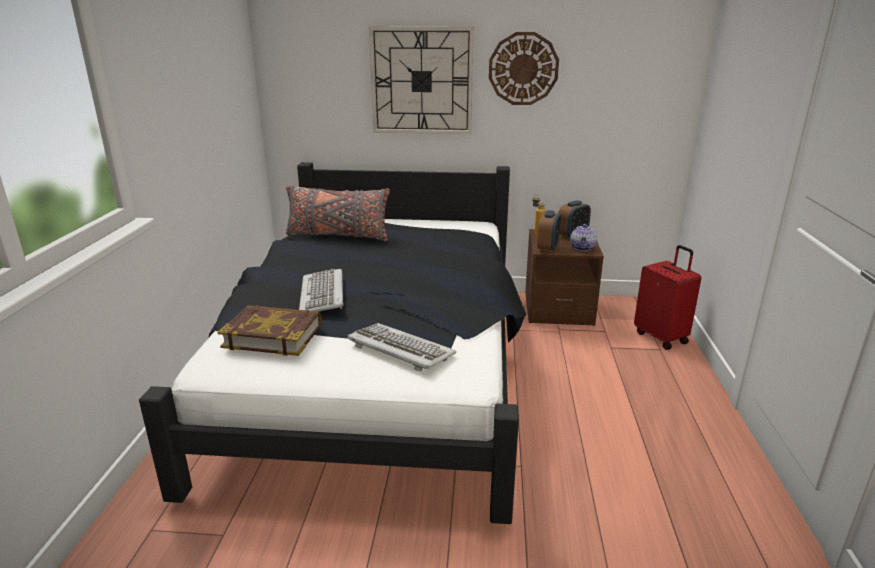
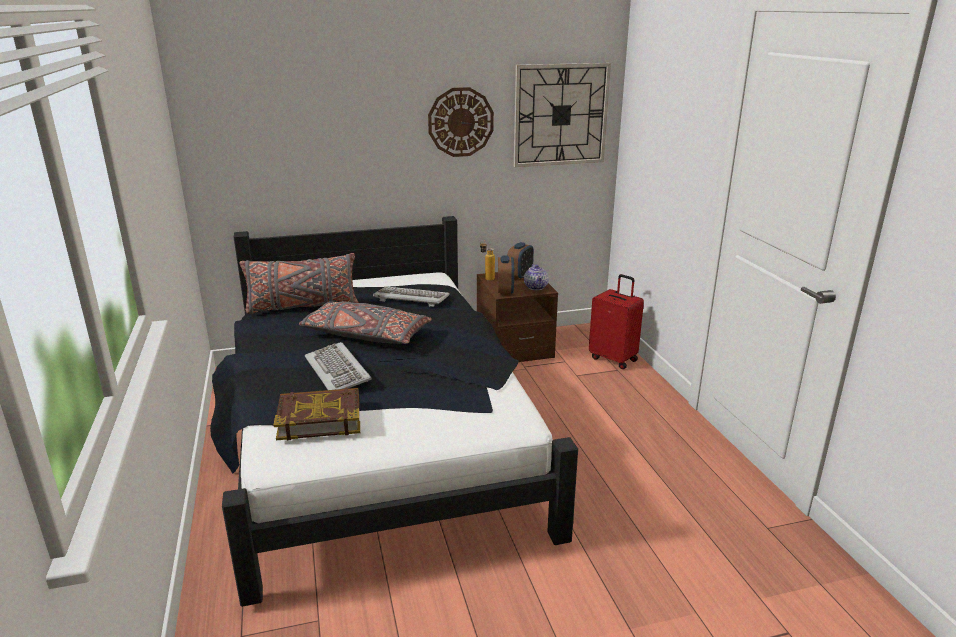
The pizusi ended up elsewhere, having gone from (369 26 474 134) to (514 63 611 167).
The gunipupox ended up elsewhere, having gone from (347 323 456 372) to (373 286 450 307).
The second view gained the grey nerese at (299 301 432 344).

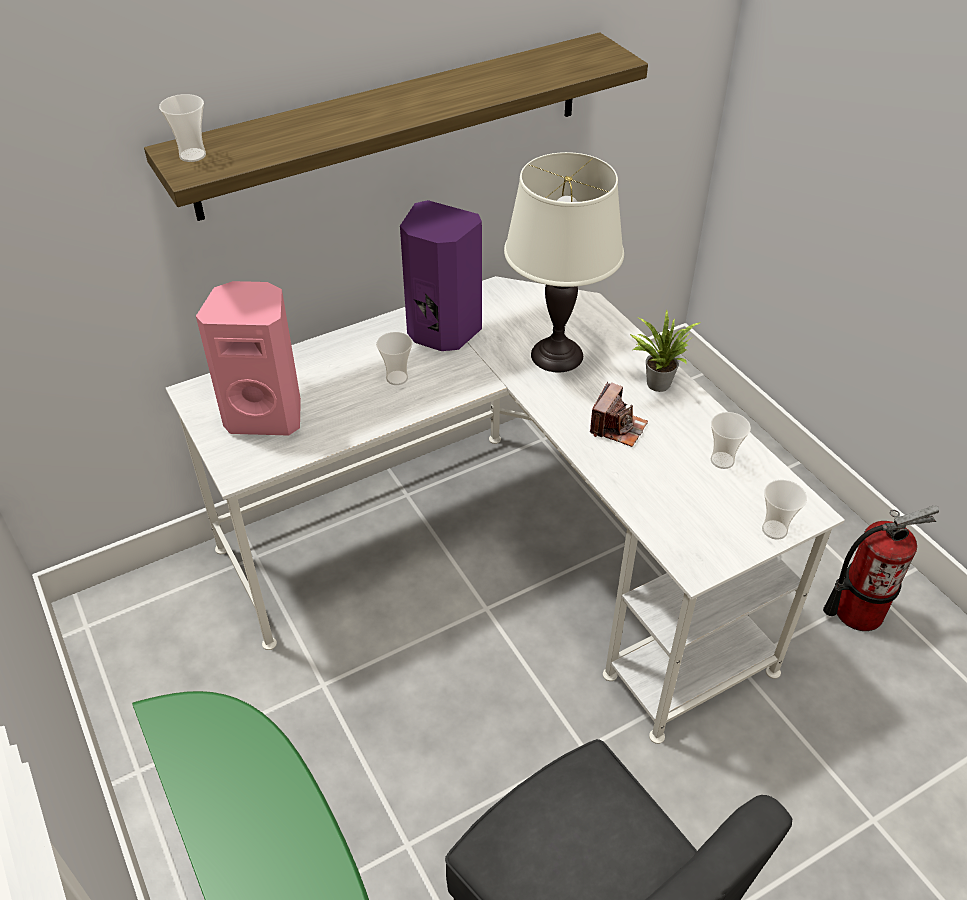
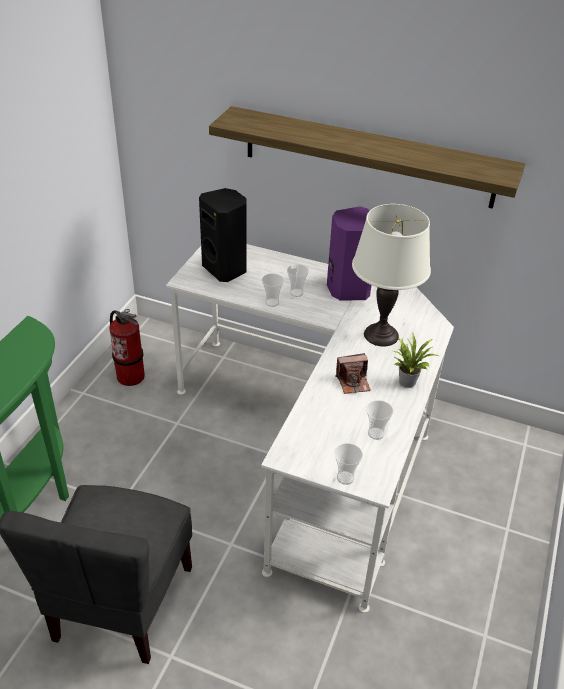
The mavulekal ended up elsewhere, having gone from (159 94 206 162) to (262 273 284 307).
What was the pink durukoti at (196 281 301 436) turned into the black durukoti at (199 188 247 282).
The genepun ended up elsewhere, having gone from (823 505 939 631) to (109 309 145 386).

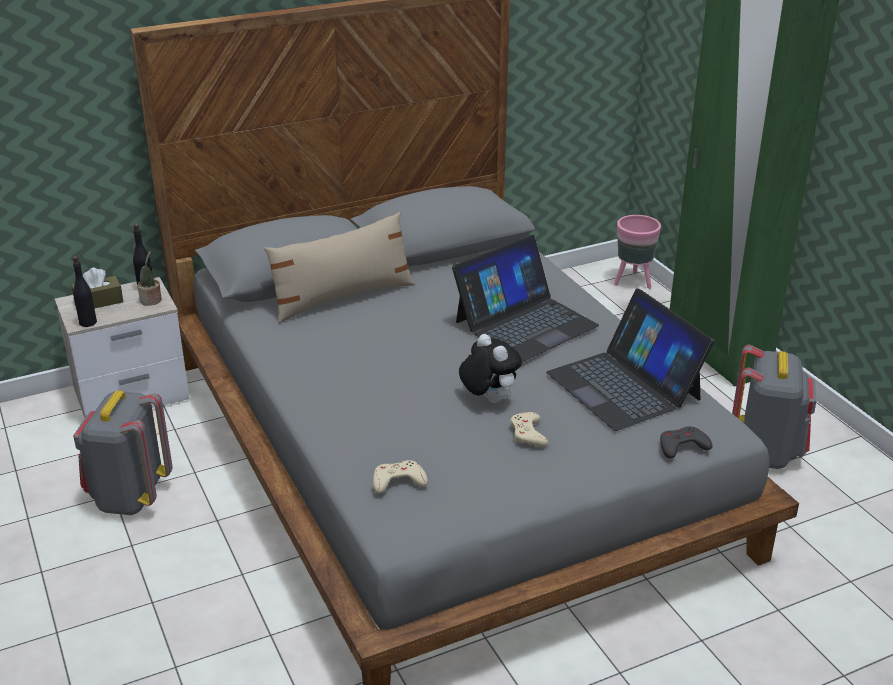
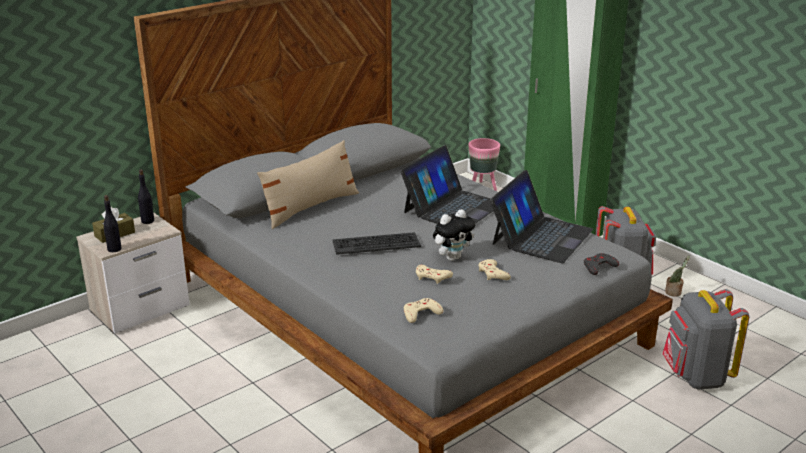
The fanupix ended up elsewhere, having gone from (137 251 162 306) to (665 256 690 297).
The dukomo at (546 289 714 431) ended up facing another way, 105 degrees counterclockwise from before.
The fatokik at (459 334 522 403) ended up facing another way, 105 degrees clockwise from before.
The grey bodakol ended up elsewhere, having gone from (73 390 173 515) to (662 289 749 390).
The second view gained the gunipupox at (332 232 421 255).
The second view gained the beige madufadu at (416 265 453 284).

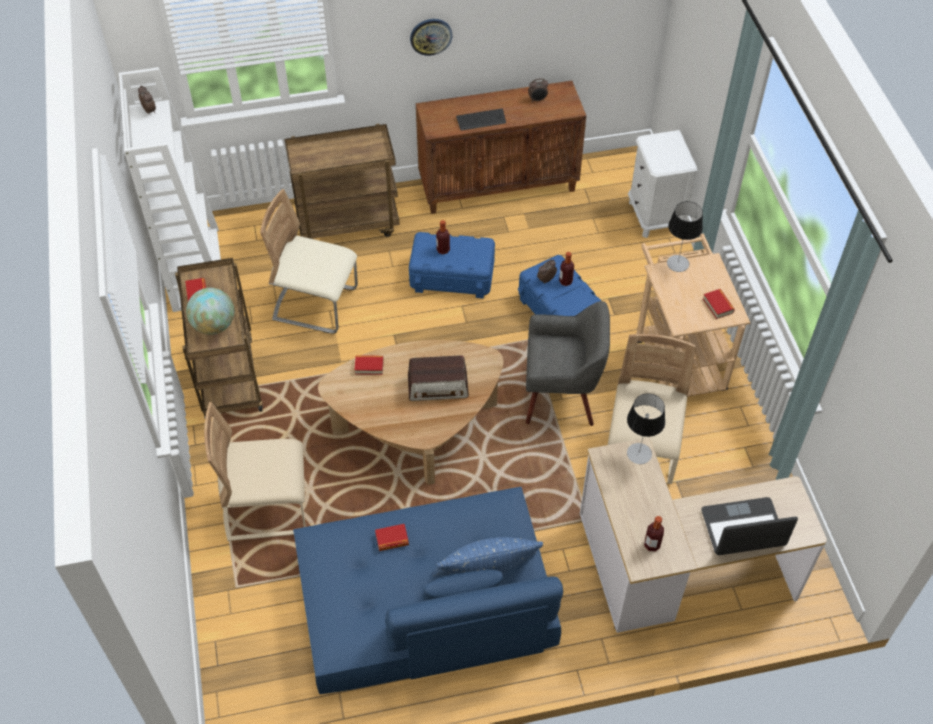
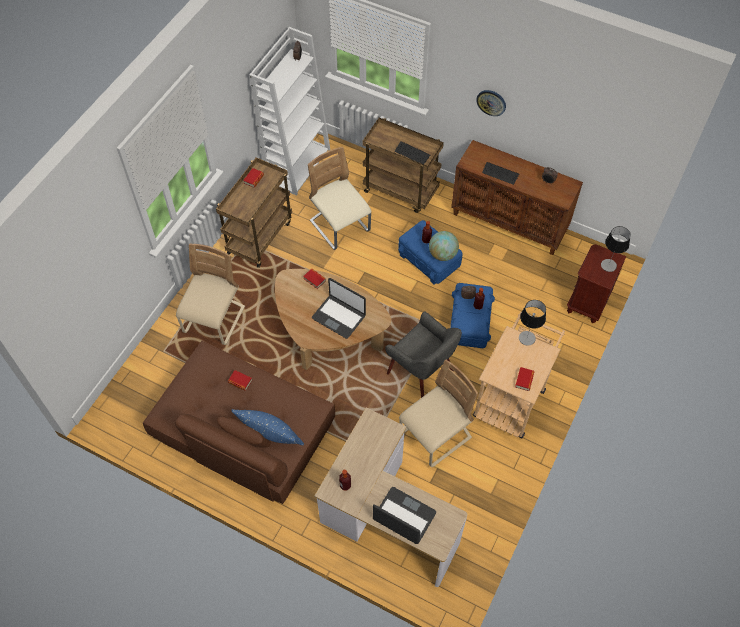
What was the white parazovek at (628 130 698 238) turned into the brown parazovek at (567 244 626 323).
The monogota ended up elsewhere, having gone from (186 288 234 335) to (429 231 459 261).
Where the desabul stood at (408 355 469 401), the dukomo came to stand at (312 278 366 339).
The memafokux ended up elsewhere, having gone from (627 394 665 464) to (601 226 631 272).
The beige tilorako at (204 402 306 541) ended up facing another way, 75 degrees clockwise from before.
What was the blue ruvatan at (293 487 563 694) turned into the brown ruvatan at (143 341 335 504).
The second view gained the gunipupox at (395 141 430 164).

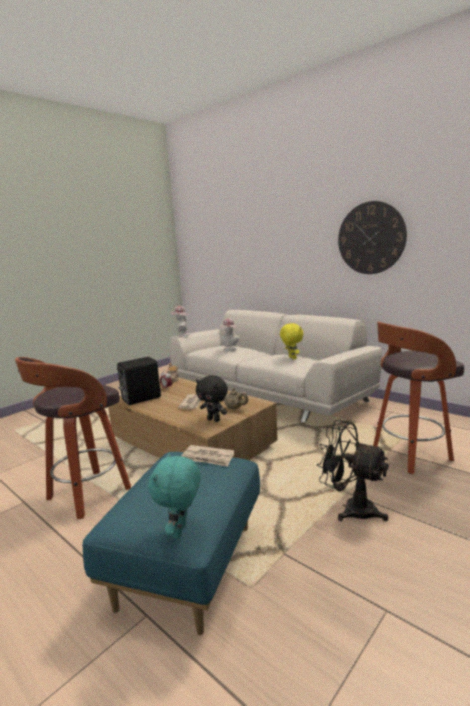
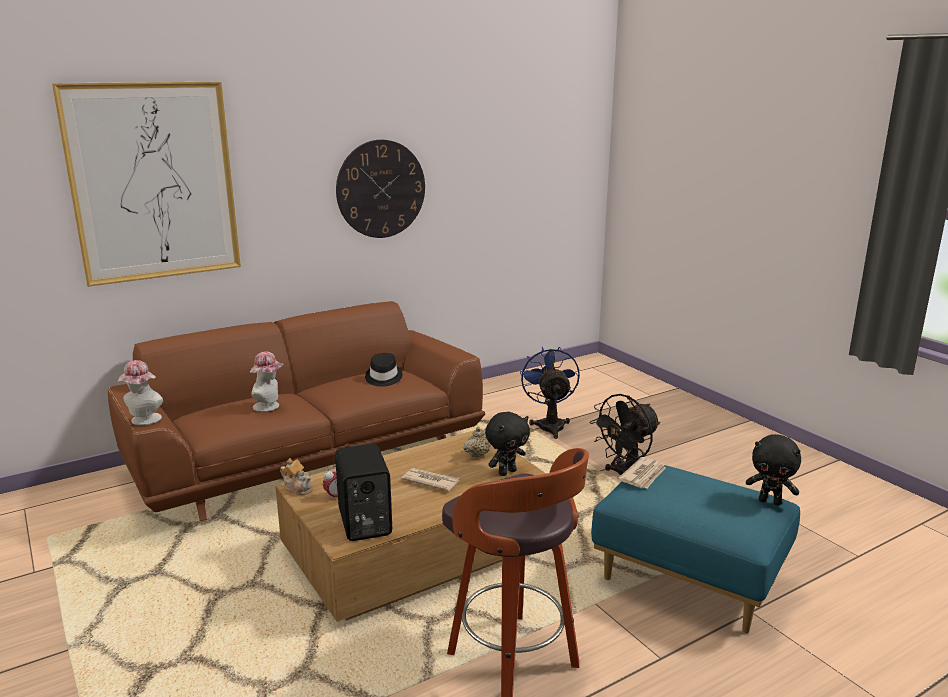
What was the white ruvatan at (170 310 382 423) turned into the brown ruvatan at (108 301 485 521).
Where the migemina stood at (373 321 464 474), the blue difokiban came to stand at (520 347 580 439).
Where the yellow fatokik stood at (280 323 304 360), the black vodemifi came to stand at (365 353 402 387).
What was the turquoise fatokik at (148 452 201 538) turned into the black fatokik at (746 434 801 506).
The second view gained the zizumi at (52 82 241 287).

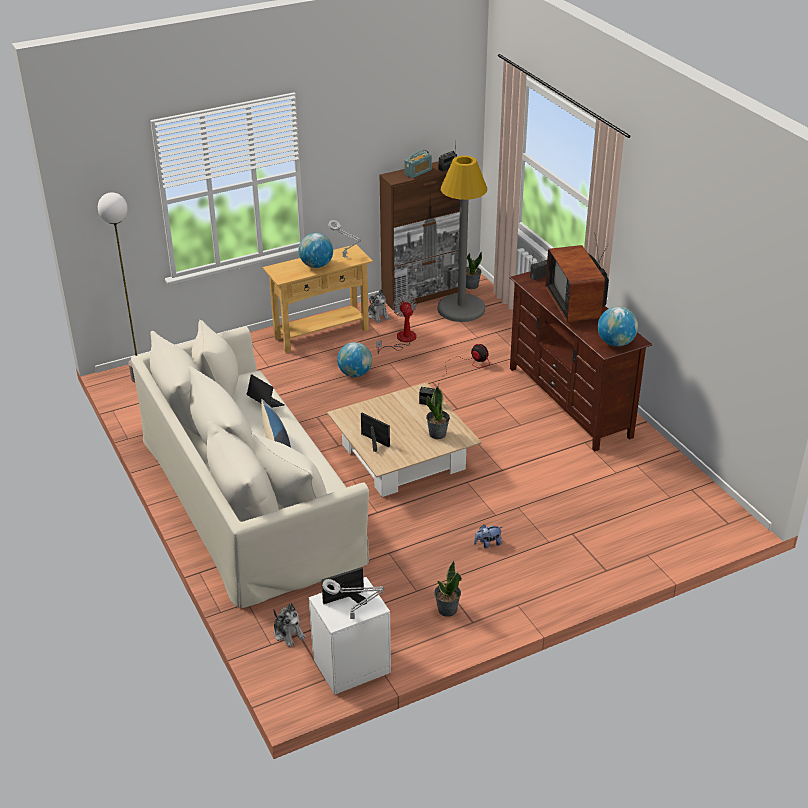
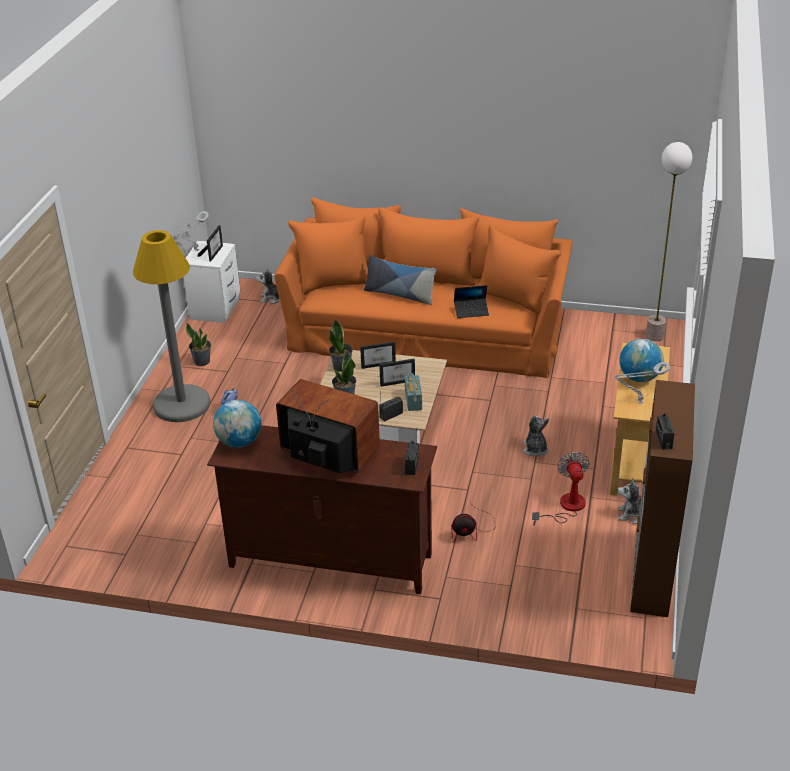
The desabul ended up elsewhere, having gone from (404 150 432 178) to (405 373 422 411).
The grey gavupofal ended up elsewhere, having gone from (438 156 487 322) to (133 230 211 422).
The fanupix ended up elsewhere, having gone from (466 252 482 289) to (329 319 353 372).
The difokiban at (376 295 417 354) ended up facing another way, 120 degrees counterclockwise from before.
What was the beige ruvatan at (131 320 369 608) turned into the orange ruvatan at (274 197 573 378).
Where the monogota stood at (337 342 372 377), the fatokik came to stand at (523 415 549 456).
The second view gained the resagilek at (379 359 415 387).

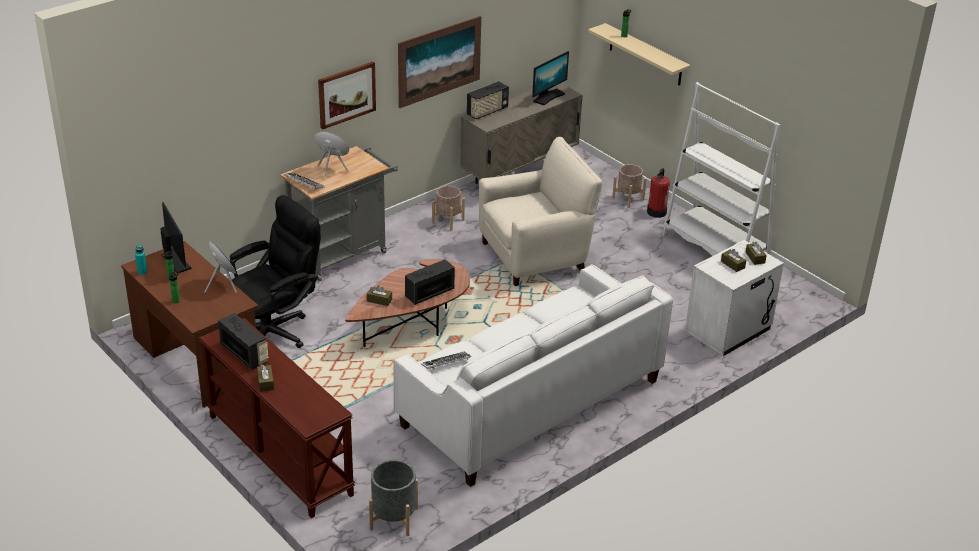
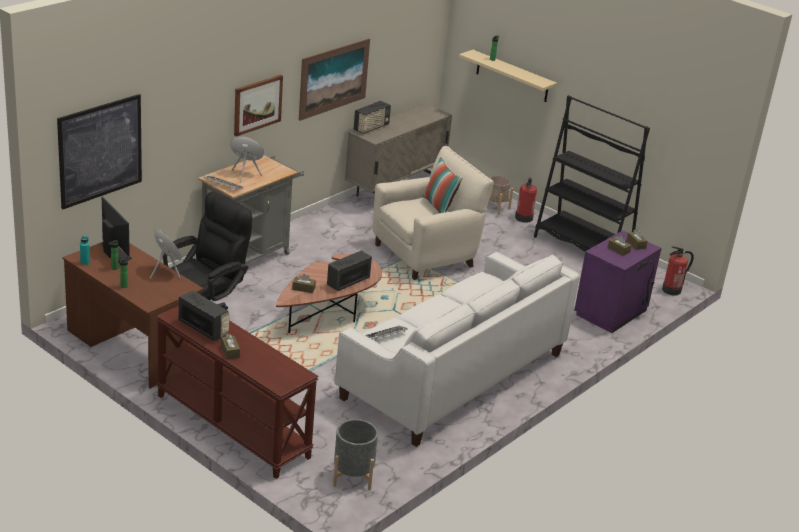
The second view lost the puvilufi at (532 51 569 105).
What was the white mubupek at (662 82 781 256) turned into the black mubupek at (534 95 650 252).
The second view lost the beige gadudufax at (432 186 465 230).
What was the white parazovek at (685 240 784 356) turned into the purple parazovek at (574 231 662 333).
The second view gained the zizumi at (57 94 142 209).
The second view gained the nerese at (423 157 463 213).
The second view gained the genepun at (662 246 694 295).

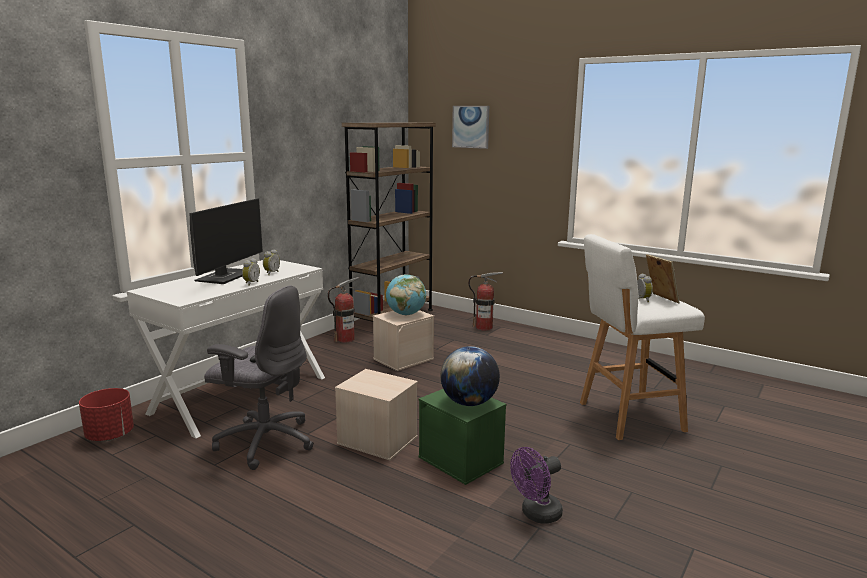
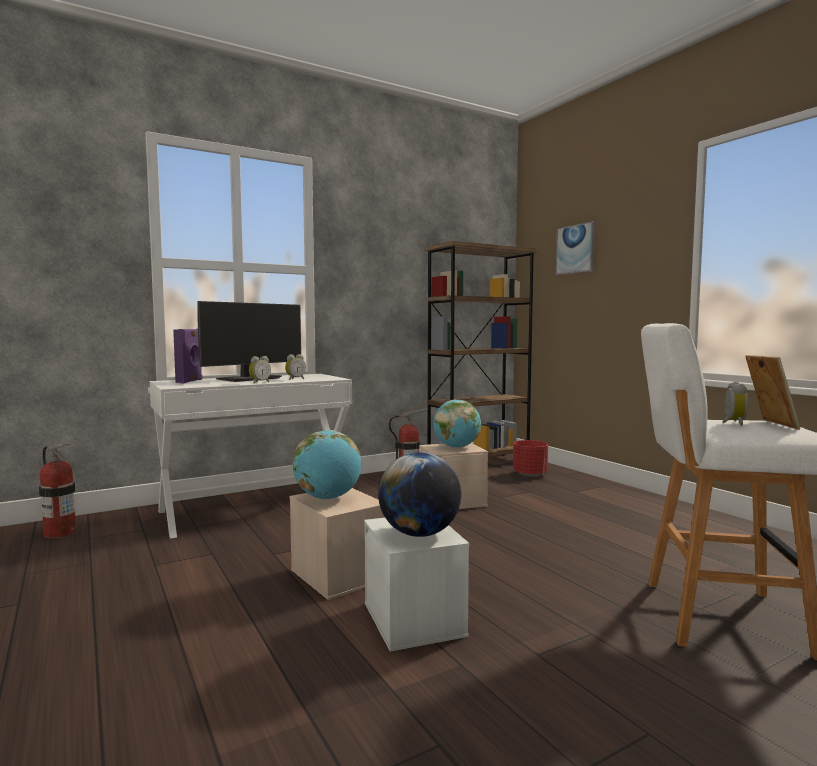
The genepun ended up elsewhere, having gone from (468 272 503 331) to (39 443 76 539).
The second view lost the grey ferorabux at (204 286 314 470).
The red gadudufax ended up elsewhere, having gone from (79 388 134 441) to (513 440 548 477).
What was the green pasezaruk at (418 389 506 485) turned into the white pasezaruk at (364 518 469 652).
The second view lost the purple difokiban at (510 447 563 524).
The second view gained the purple durukoti at (173 329 202 383).
The second view gained the monogota at (293 430 361 500).

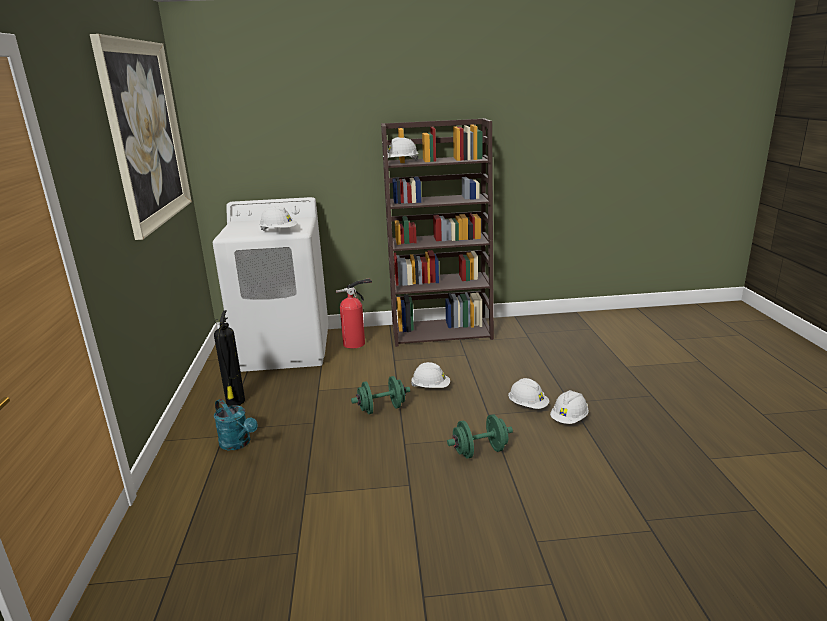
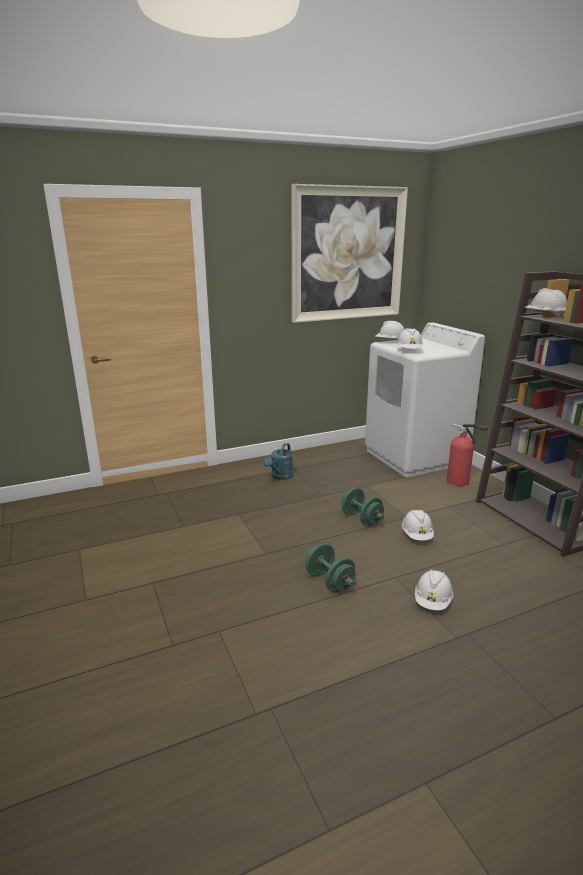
The second view lost the genepun at (214 310 245 406).
The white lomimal ended up elsewhere, having gone from (550 390 589 424) to (375 321 404 340).

